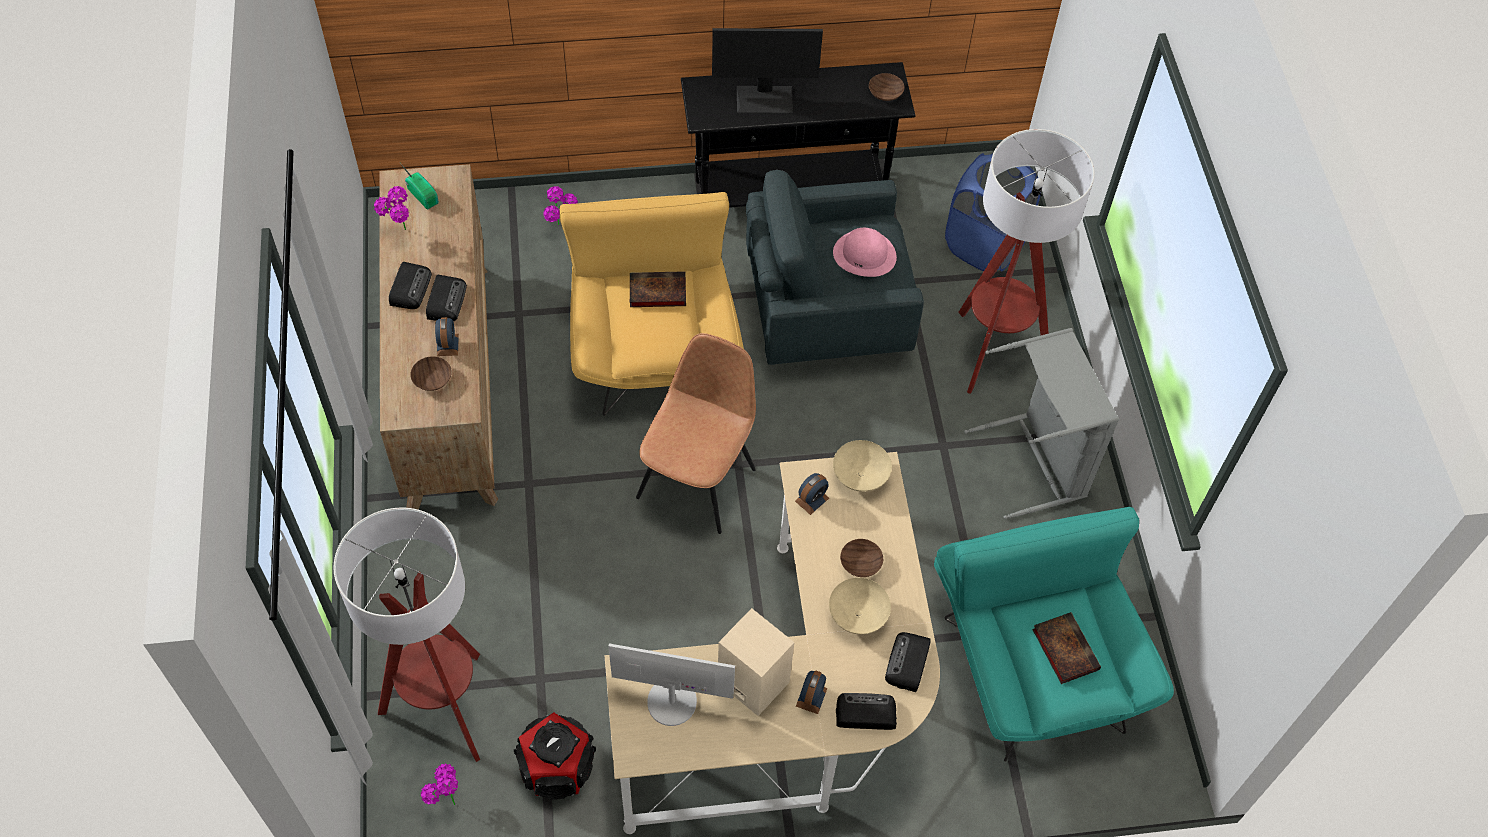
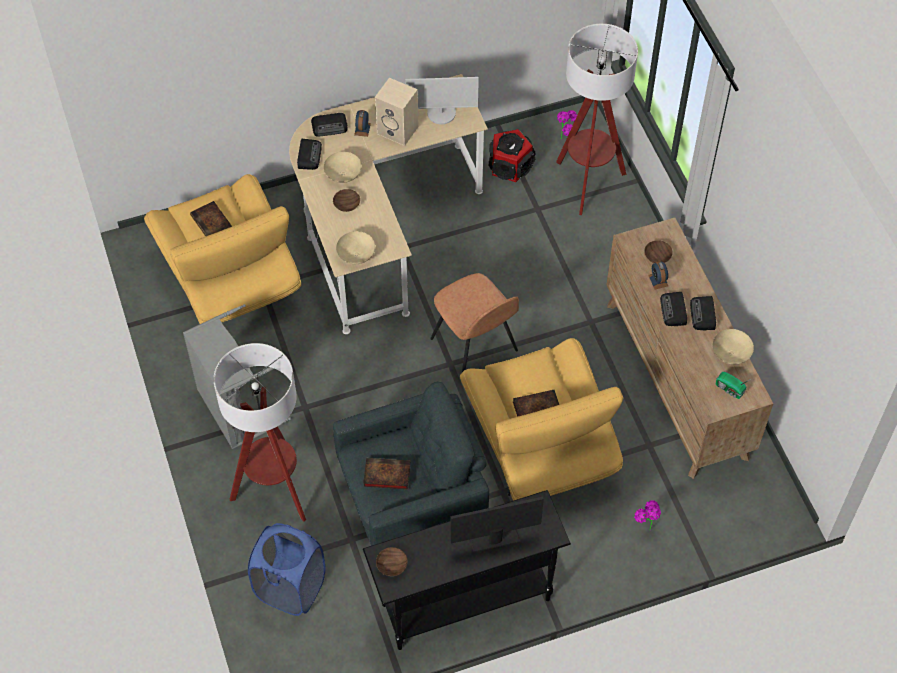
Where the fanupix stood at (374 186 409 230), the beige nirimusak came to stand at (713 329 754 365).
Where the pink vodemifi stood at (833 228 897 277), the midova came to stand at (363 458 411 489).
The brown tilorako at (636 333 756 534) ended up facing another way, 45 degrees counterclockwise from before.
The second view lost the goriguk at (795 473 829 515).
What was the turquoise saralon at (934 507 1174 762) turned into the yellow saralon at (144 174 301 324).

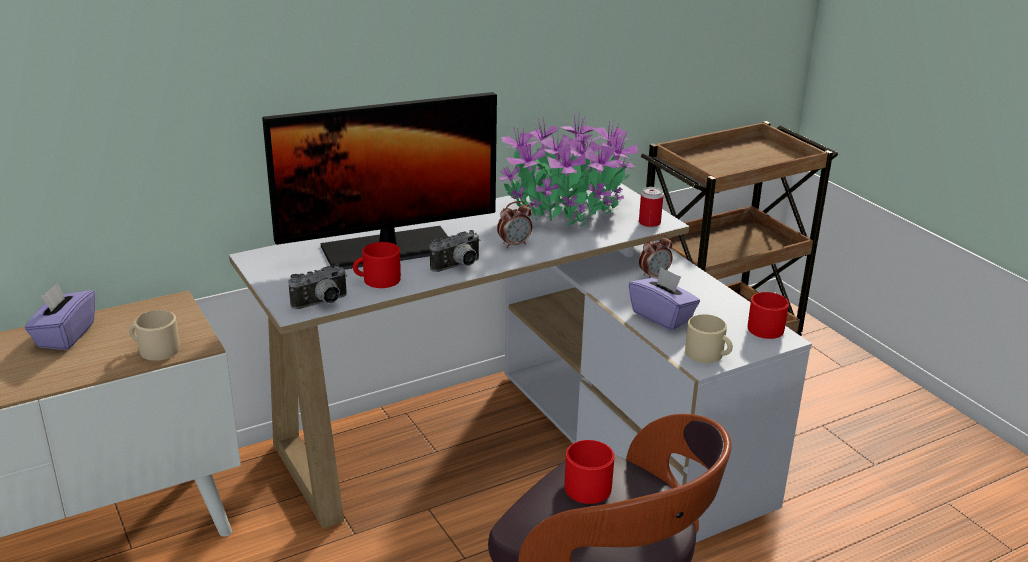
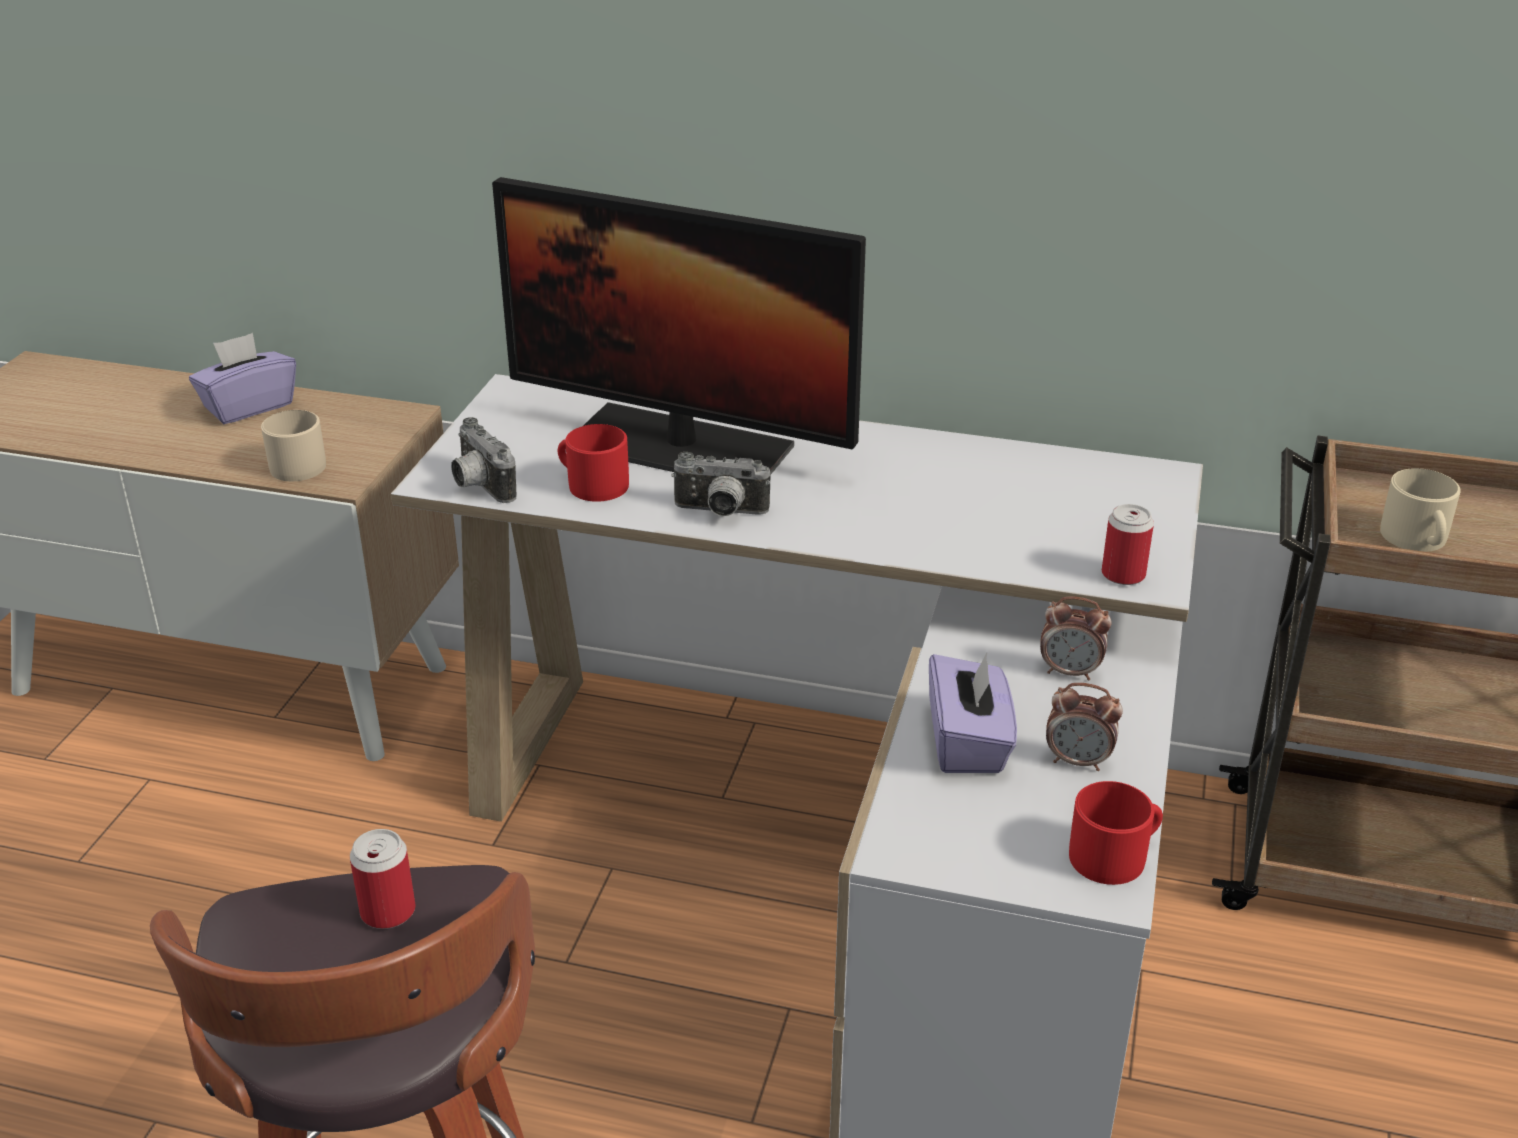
The second view lost the fanupix at (499 115 638 226).
The goriguk ended up elsewhere, having gone from (497 201 532 248) to (1046 683 1123 771).
The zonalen at (289 264 347 309) ended up facing another way, 45 degrees clockwise from before.
The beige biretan ended up elsewhere, having gone from (685 314 733 363) to (1380 468 1461 552).
Where the red biretan stood at (565 440 615 504), the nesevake came to stand at (350 829 416 929).

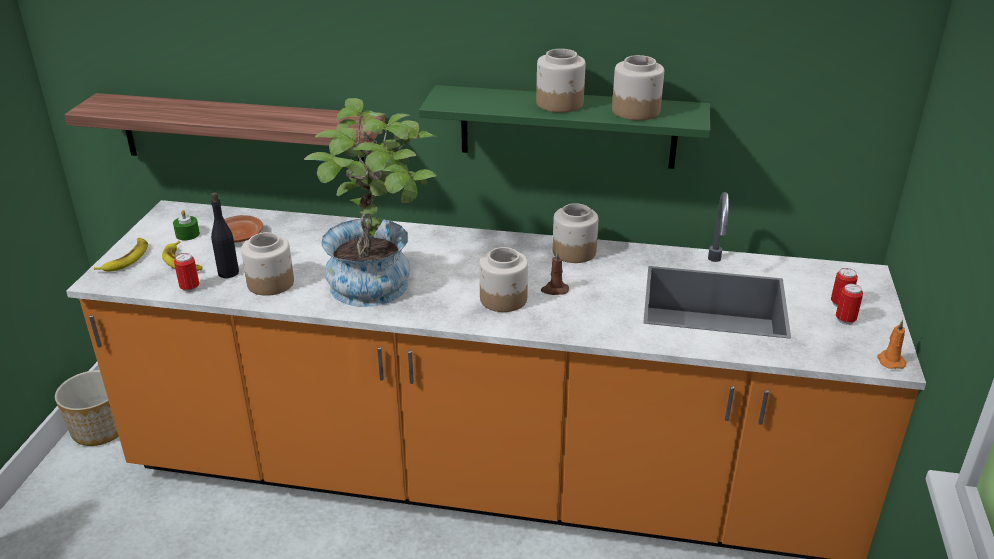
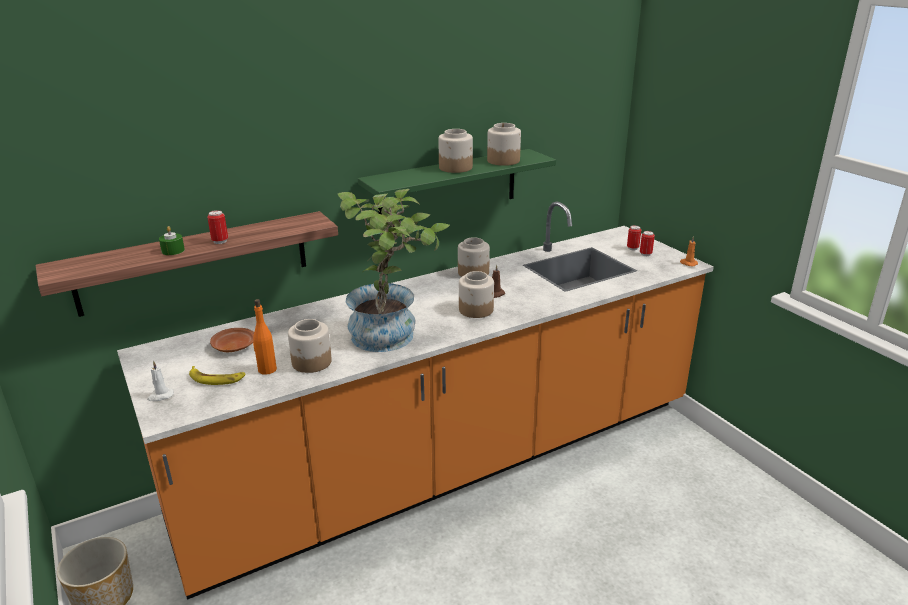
What was the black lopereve at (211 192 239 278) turned into the orange lopereve at (253 299 277 375).
The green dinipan ended up elsewhere, having gone from (173 210 200 241) to (159 226 185 255).
Where the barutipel stood at (94 238 148 272), the white dinipan came to stand at (147 361 174 401).
The nesevake ended up elsewhere, having gone from (174 253 199 292) to (207 210 228 244).

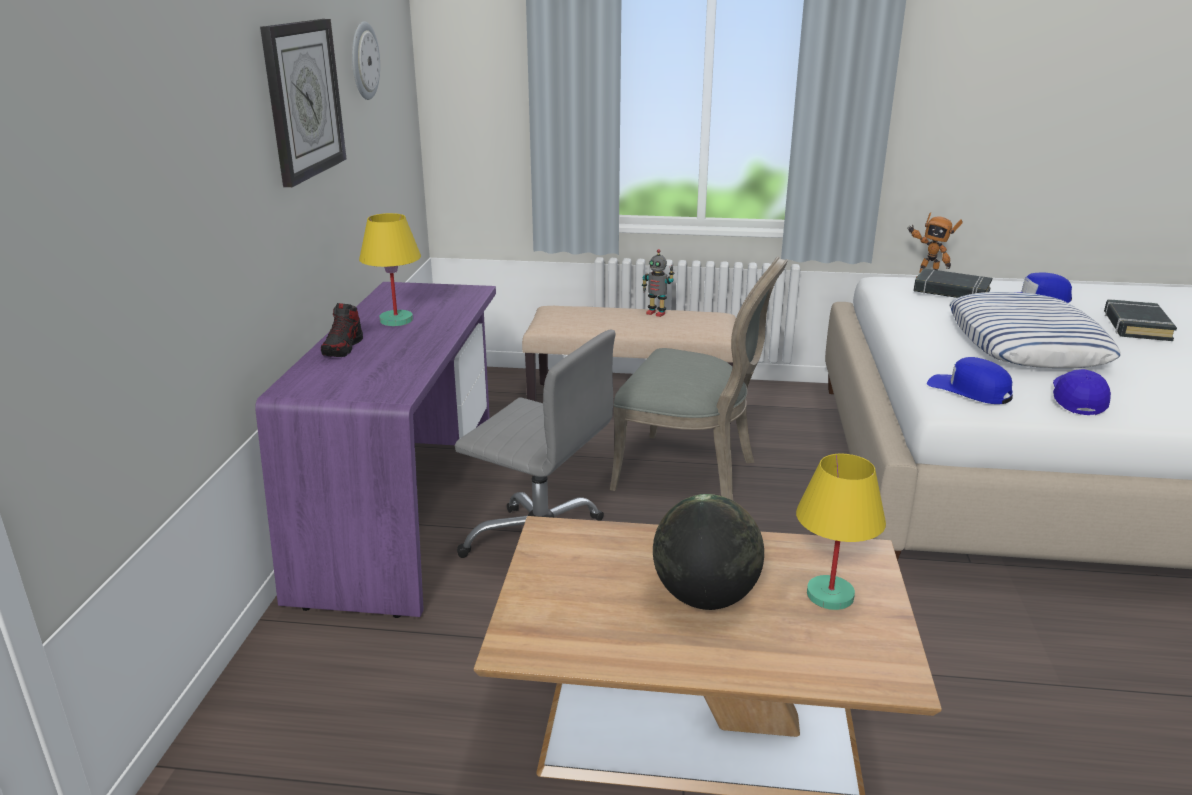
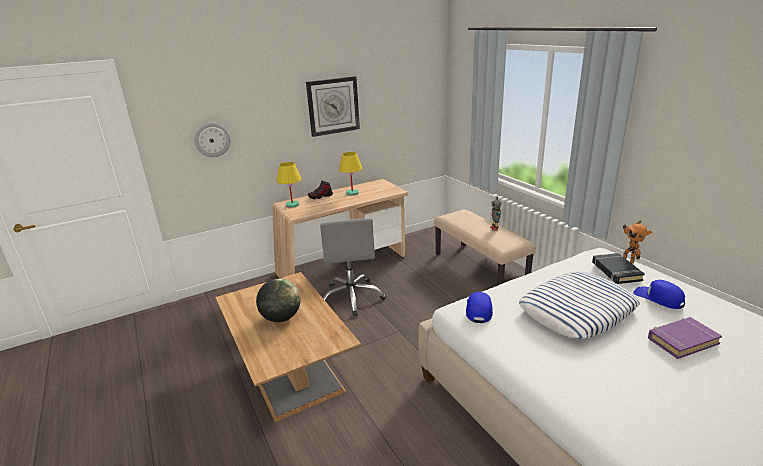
The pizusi ended up elsewhere, having gone from (352 21 380 100) to (194 123 231 157).
The second view lost the grey tilorako at (610 257 788 501).
What was the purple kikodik at (255 282 496 618) turned into the beige kikodik at (272 179 408 278).
What was the black midova at (1104 299 1177 341) turned into the purple midova at (648 317 722 359).
The second view lost the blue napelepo at (1053 369 1111 415).
The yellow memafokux ended up elsewhere, having gone from (796 454 886 610) to (277 162 302 208).

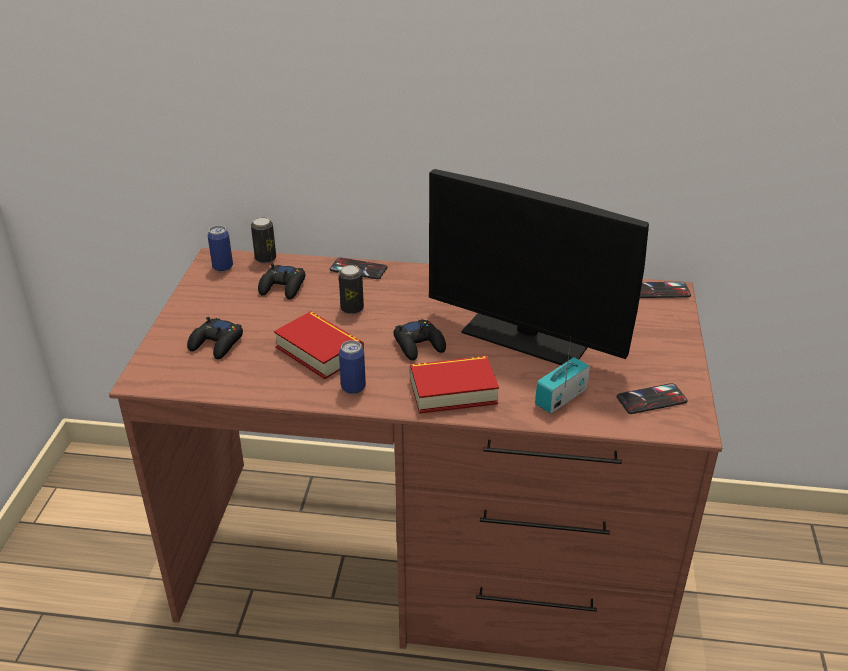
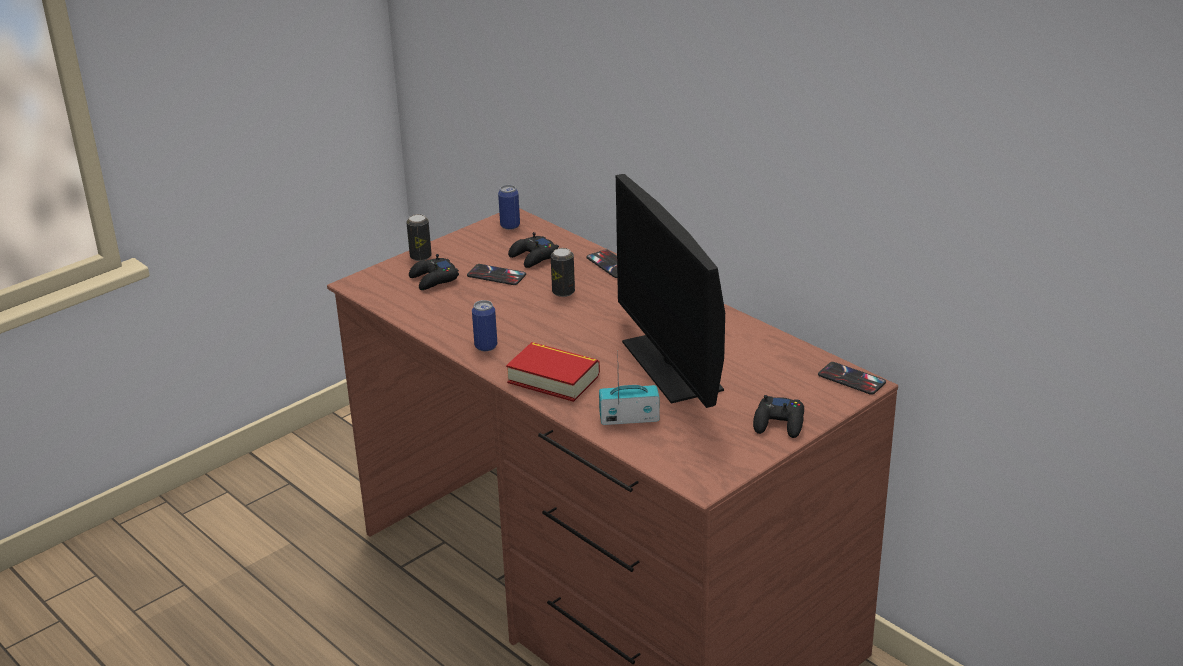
The nesevake ended up elsewhere, having gone from (251 217 276 263) to (406 214 432 261).
The second view lost the midova at (274 311 364 379).
The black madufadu ended up elsewhere, having gone from (393 319 446 361) to (753 395 804 438).
The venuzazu ended up elsewhere, having gone from (616 383 688 414) to (467 264 526 285).

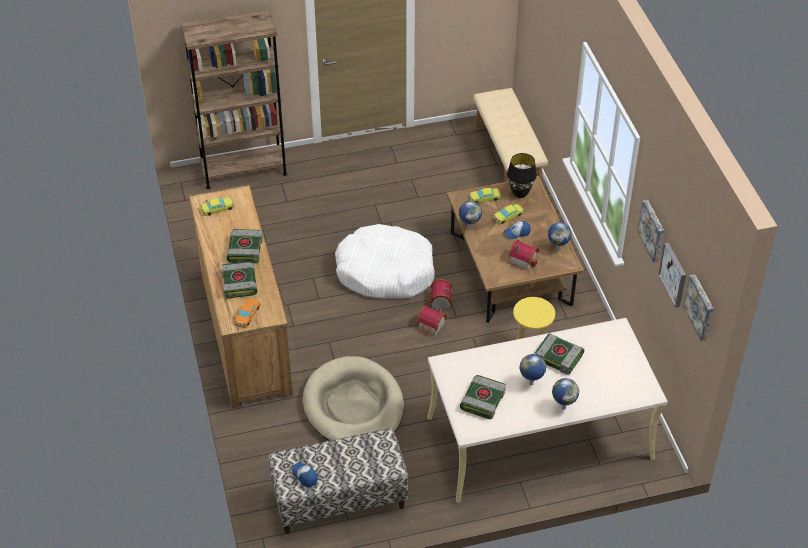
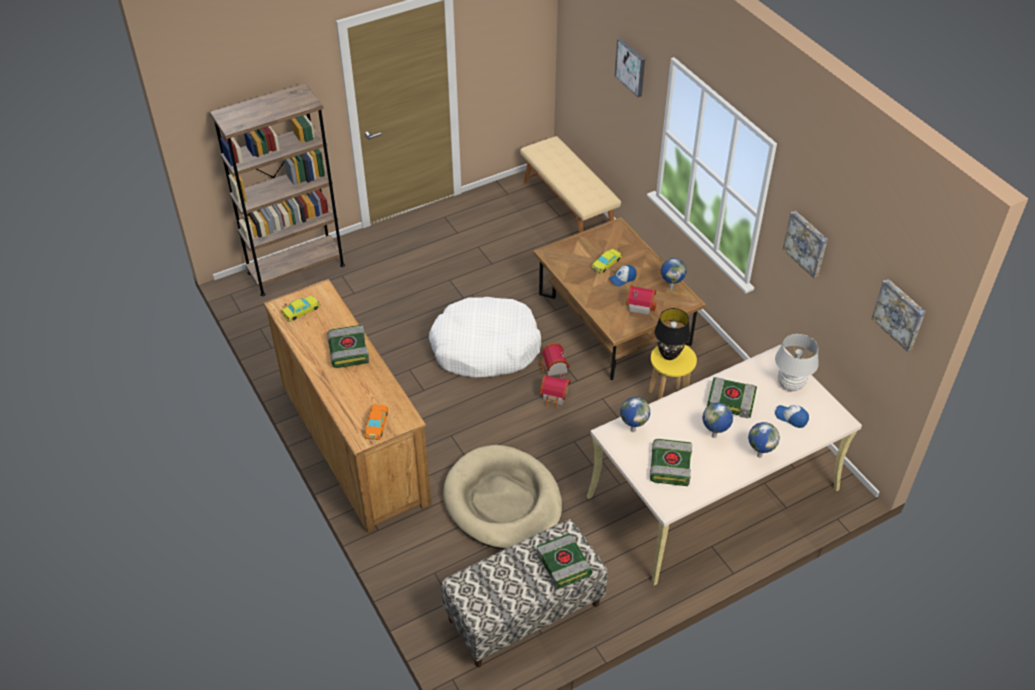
The black memafokux ended up elsewhere, having gone from (507 153 537 198) to (655 308 690 360).
The second view lost the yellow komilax at (469 188 501 203).
The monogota ended up elsewhere, having gone from (459 201 482 230) to (620 397 650 432).
The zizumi ended up elsewhere, having gone from (658 243 686 307) to (615 38 645 97).
The midova ended up elsewhere, having gone from (221 261 257 299) to (537 534 593 589).
The napelepo ended up elsewhere, having gone from (292 463 318 487) to (775 405 809 428).
The second view gained the white memafokux at (775 334 819 391).

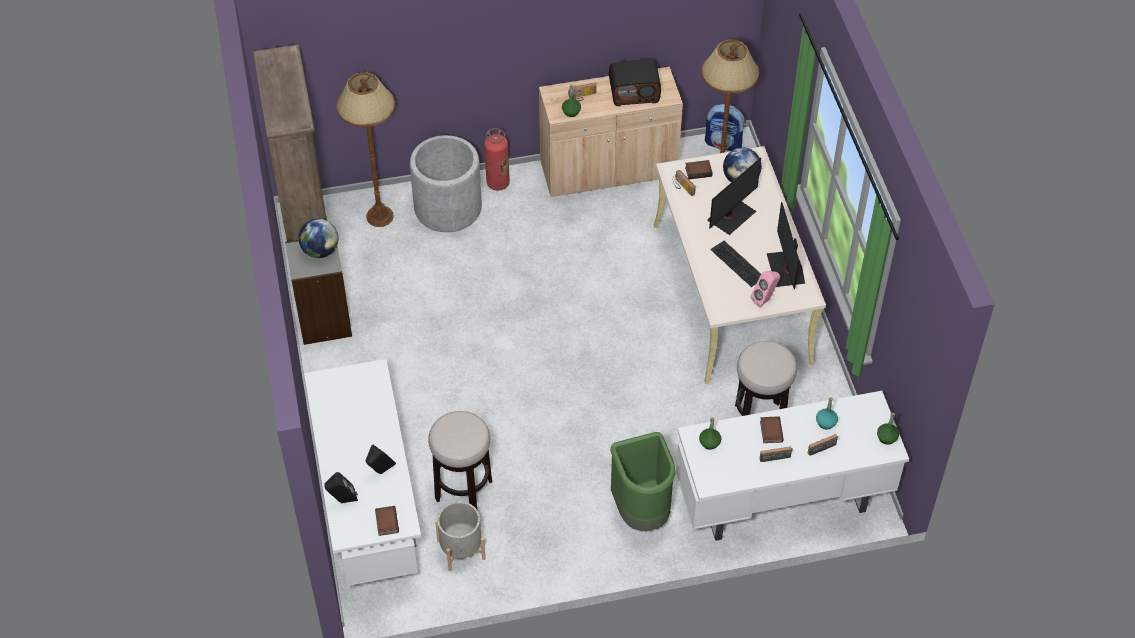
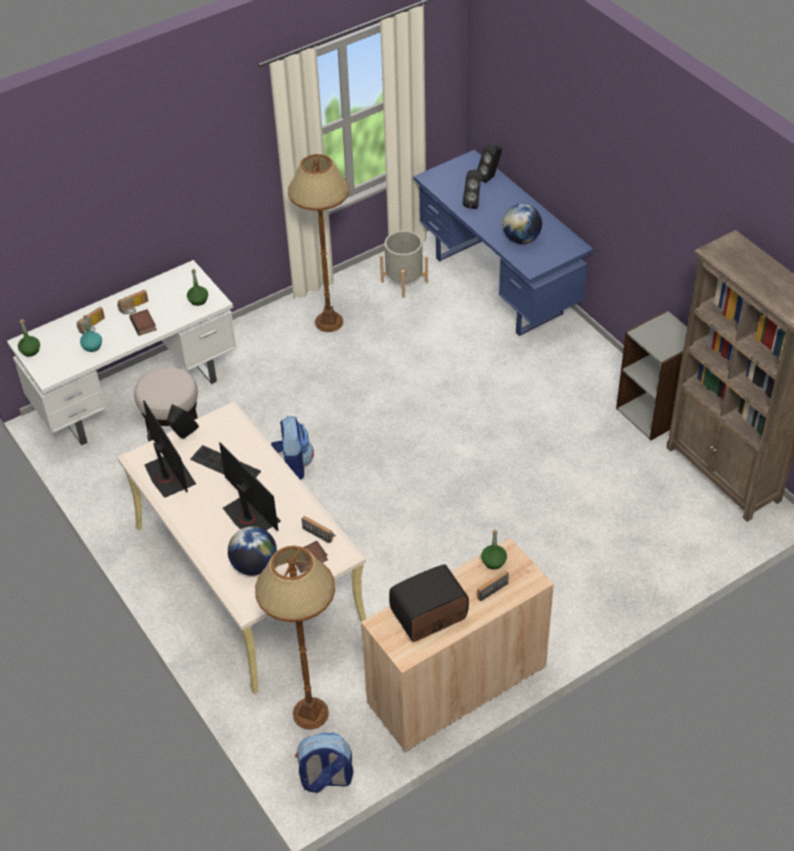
The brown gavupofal ended up elsewhere, having gone from (336 72 395 227) to (288 154 349 332).
The second view lost the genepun at (484 128 510 191).
The second view lost the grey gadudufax at (410 135 482 232).
The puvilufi at (707 158 761 235) ended up facing another way, 120 degrees clockwise from before.
The monogota ended up elsewhere, having gone from (299 219 339 258) to (502 204 542 244).
What was the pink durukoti at (751 271 780 308) turned into the black durukoti at (167 404 199 438).
What was the white kikodik at (304 359 421 586) turned into the blue kikodik at (413 150 593 336).
The second view lost the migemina at (428 411 492 509).
The second view lost the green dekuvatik at (610 432 676 532).
The second view lost the midova at (375 506 399 536).
The second view gained the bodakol at (271 416 314 480).

